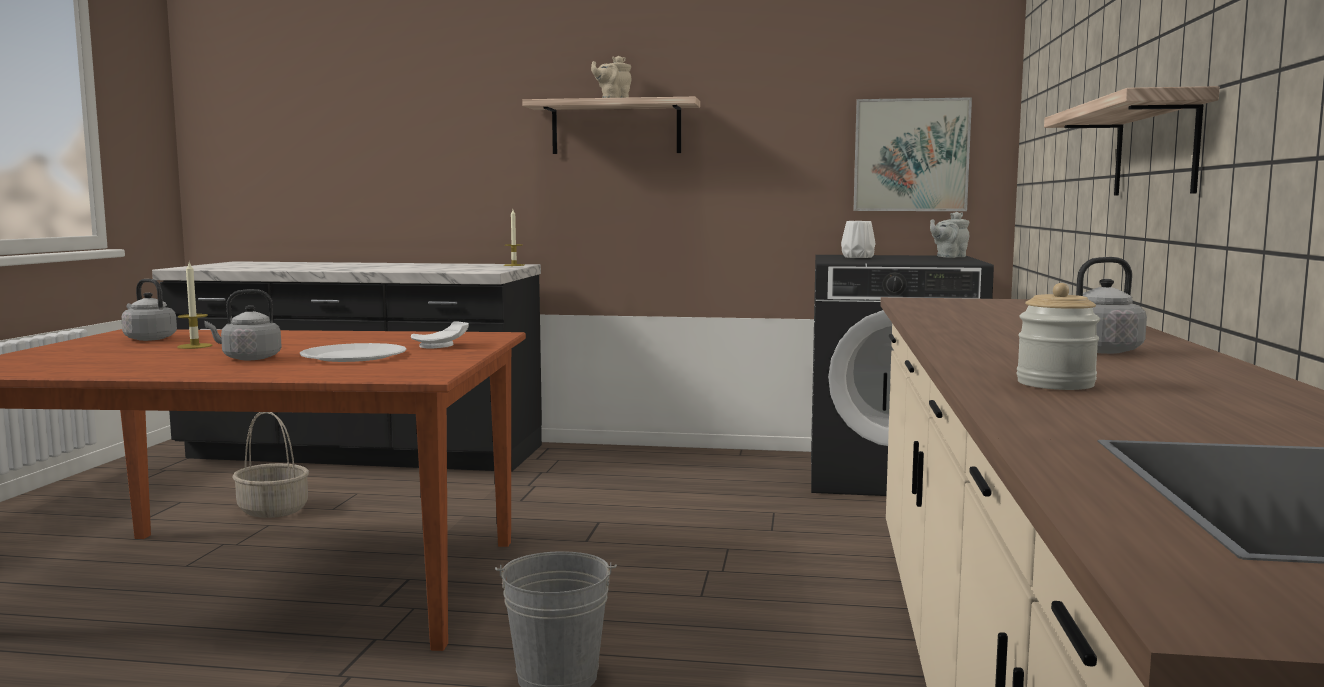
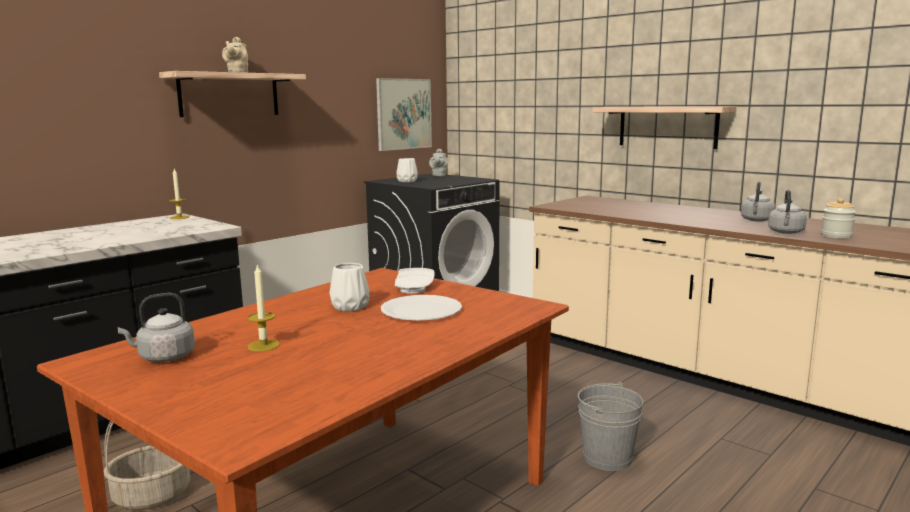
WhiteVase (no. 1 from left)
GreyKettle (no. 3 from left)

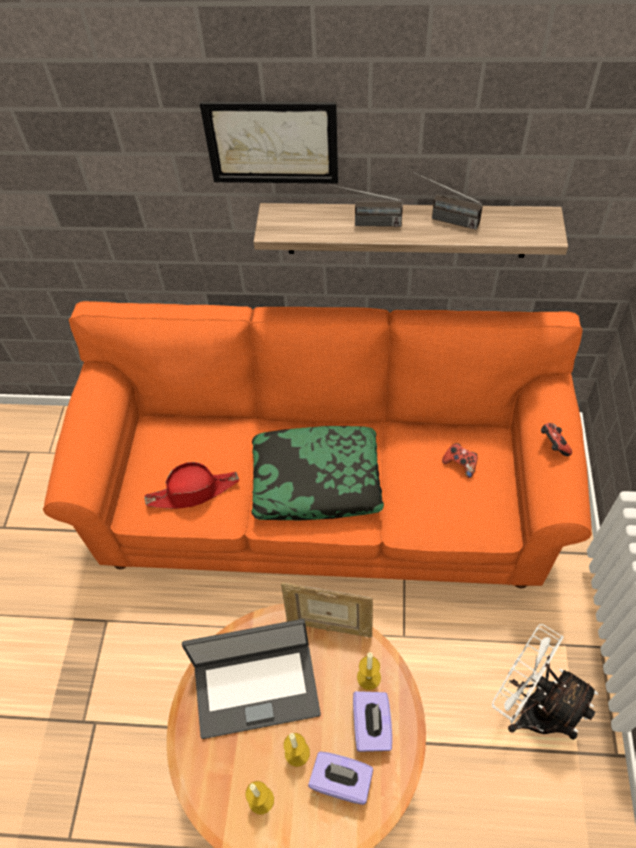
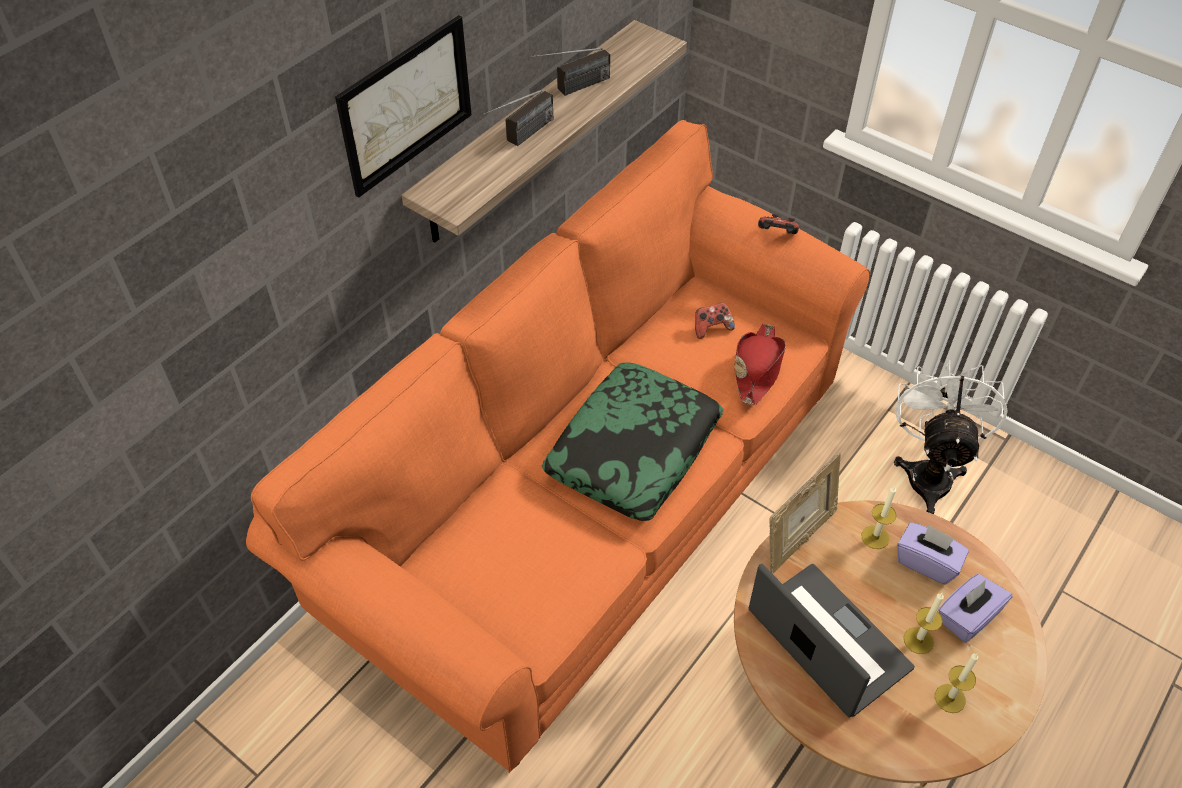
RedHat
Laptop
WhiteFan

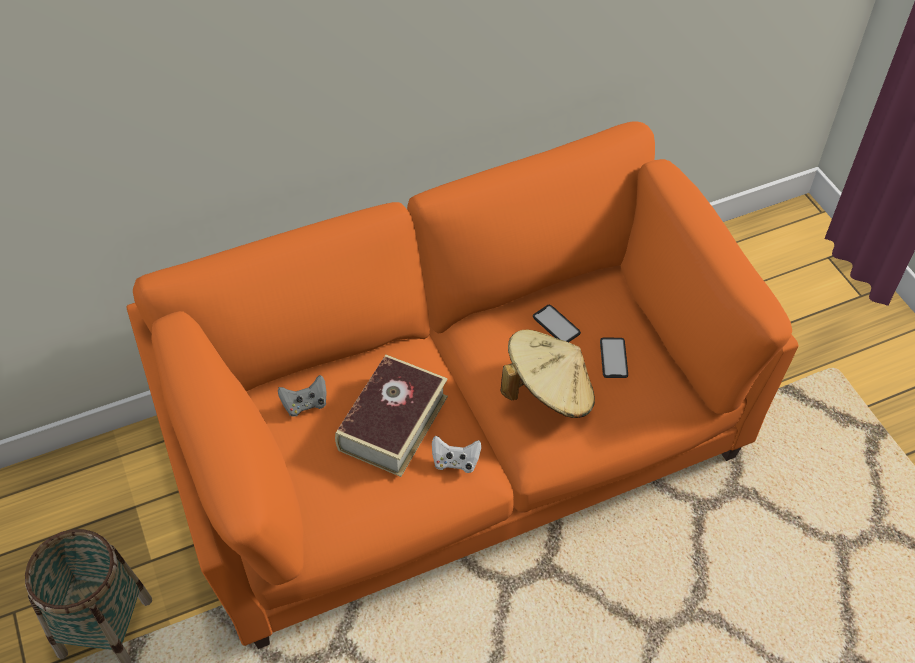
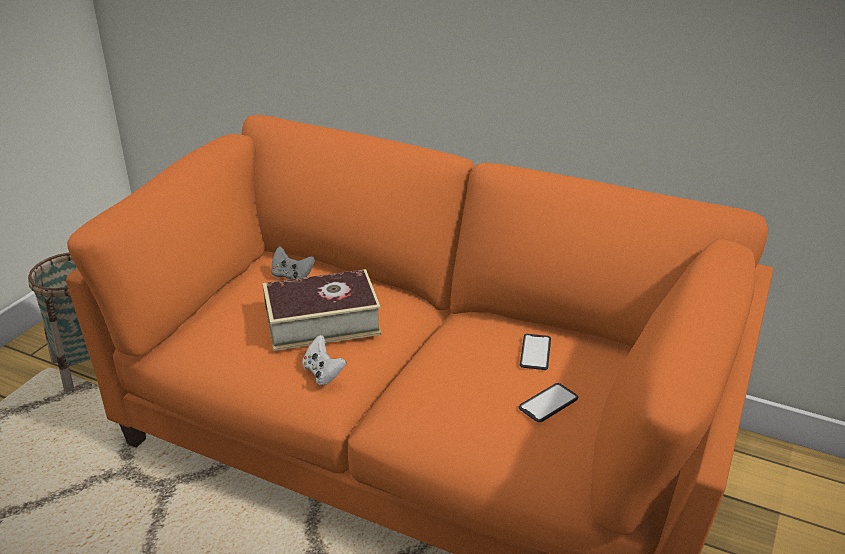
BeigeHat

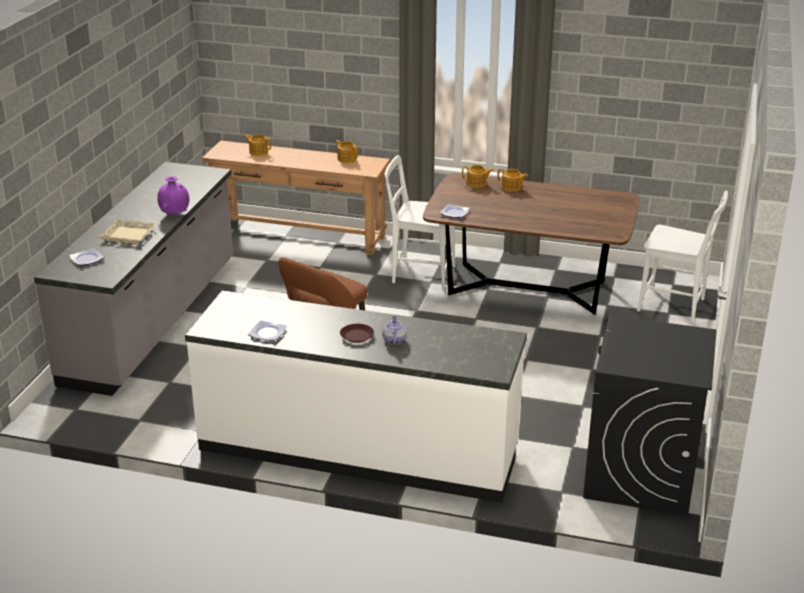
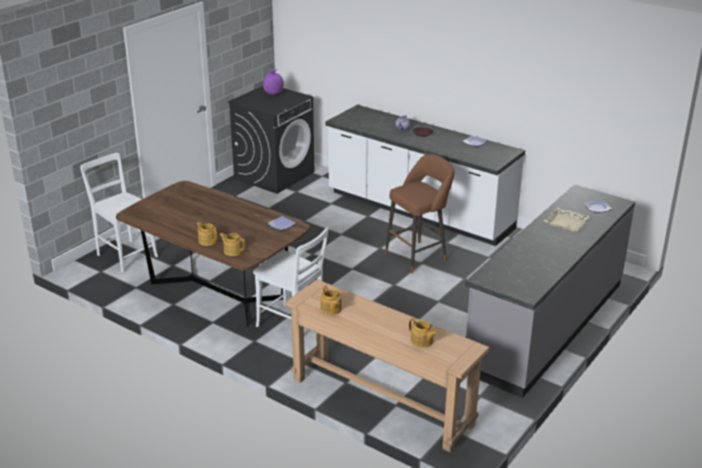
PurpleVase

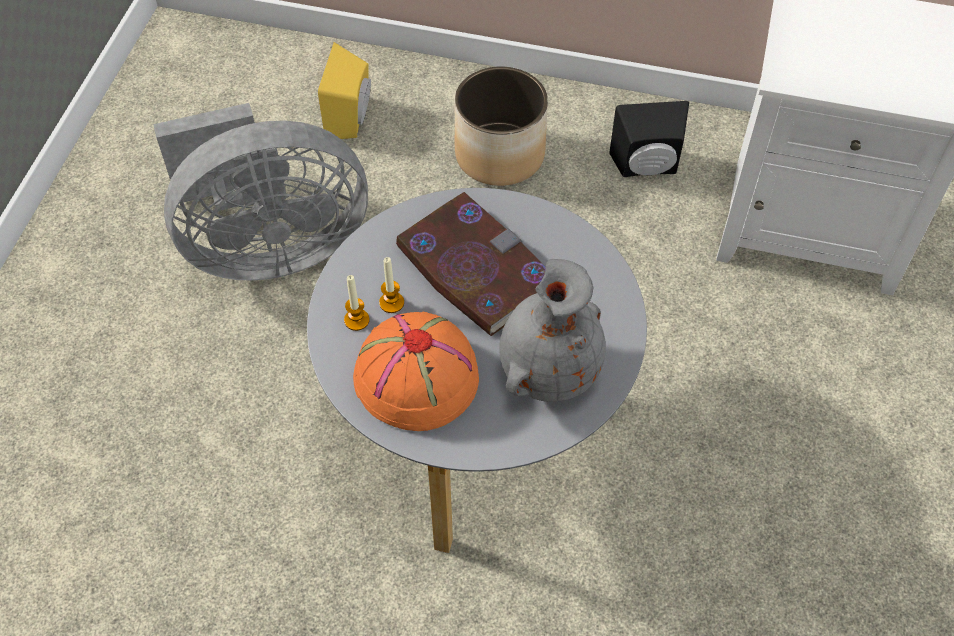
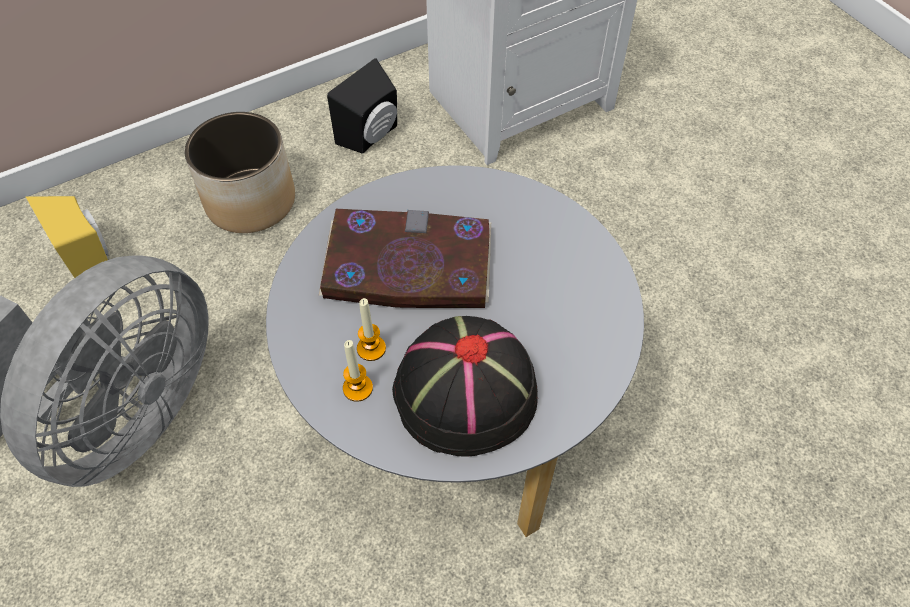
GreyVase
BlackHat

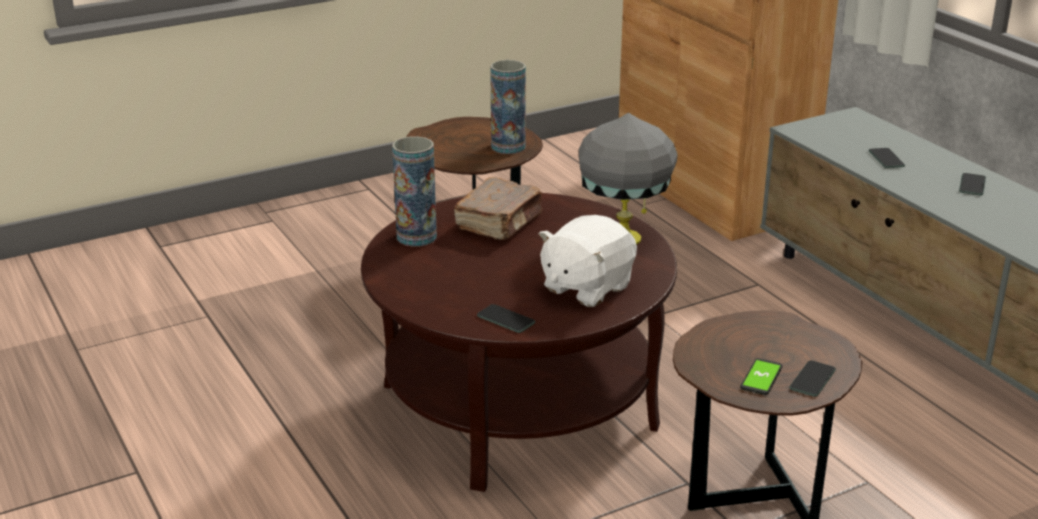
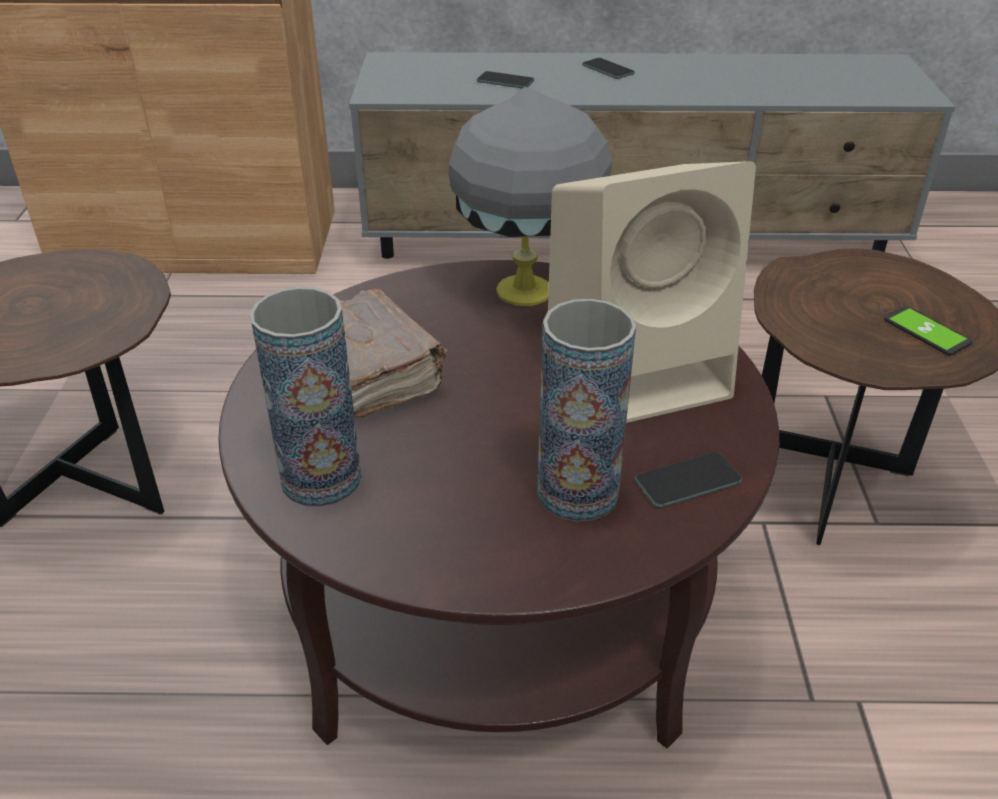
Phone (no. 3 from left in the first image)
Vase (no. 2 from left)
BeigeSpeaker

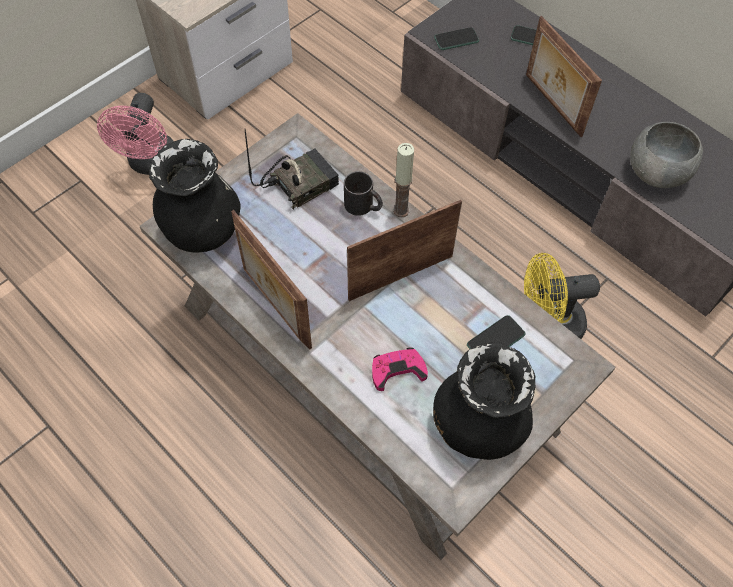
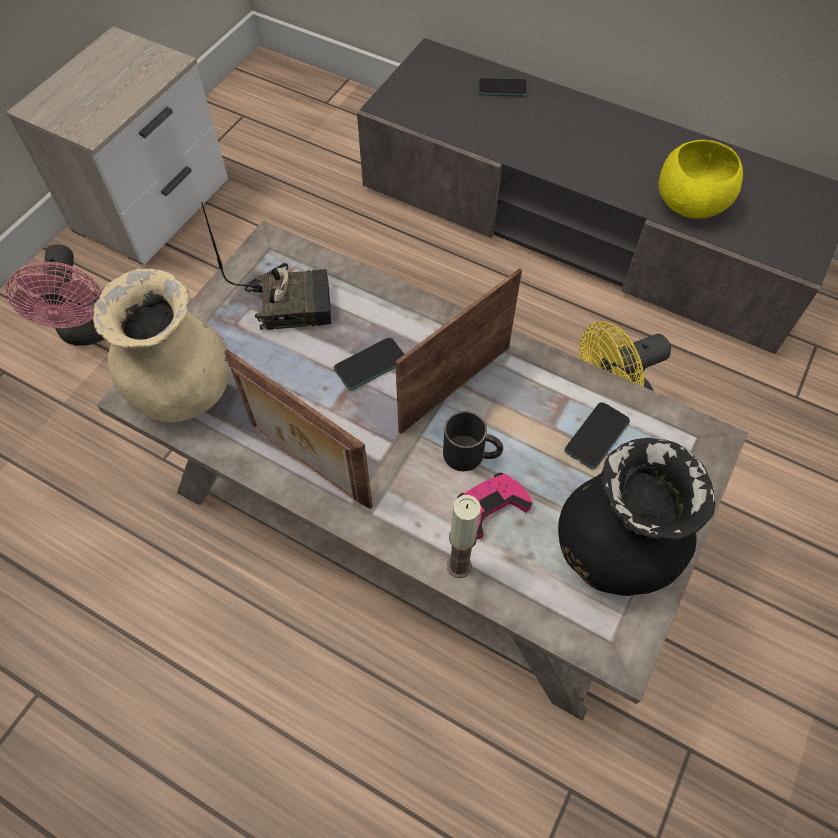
PictureFrame (no. 3 from left in the first image)
BlackMug
Candle
Phone (no. 1 from left)
BeigeVase
YellowBowl
Radio

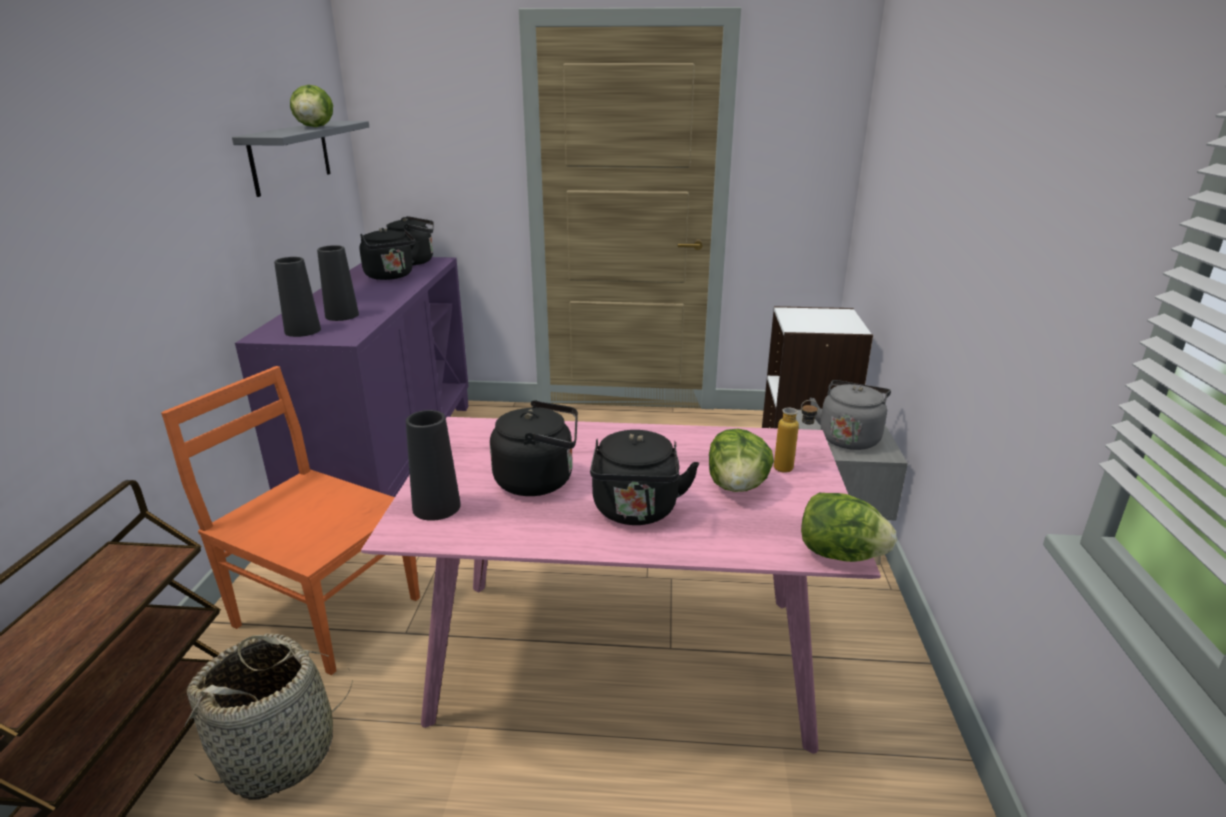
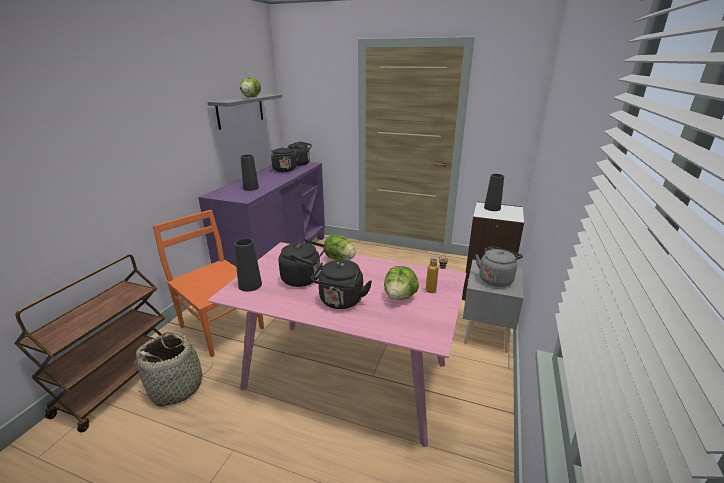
BlackVase (no. 3 from left)
Lettuce (no. 2 from left)

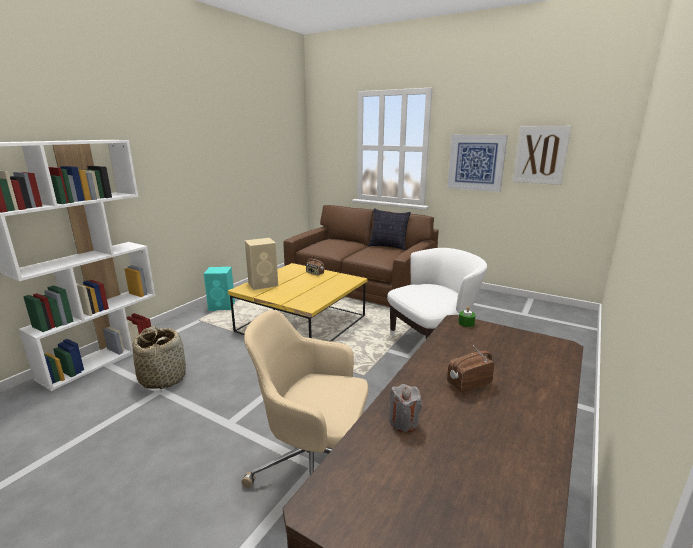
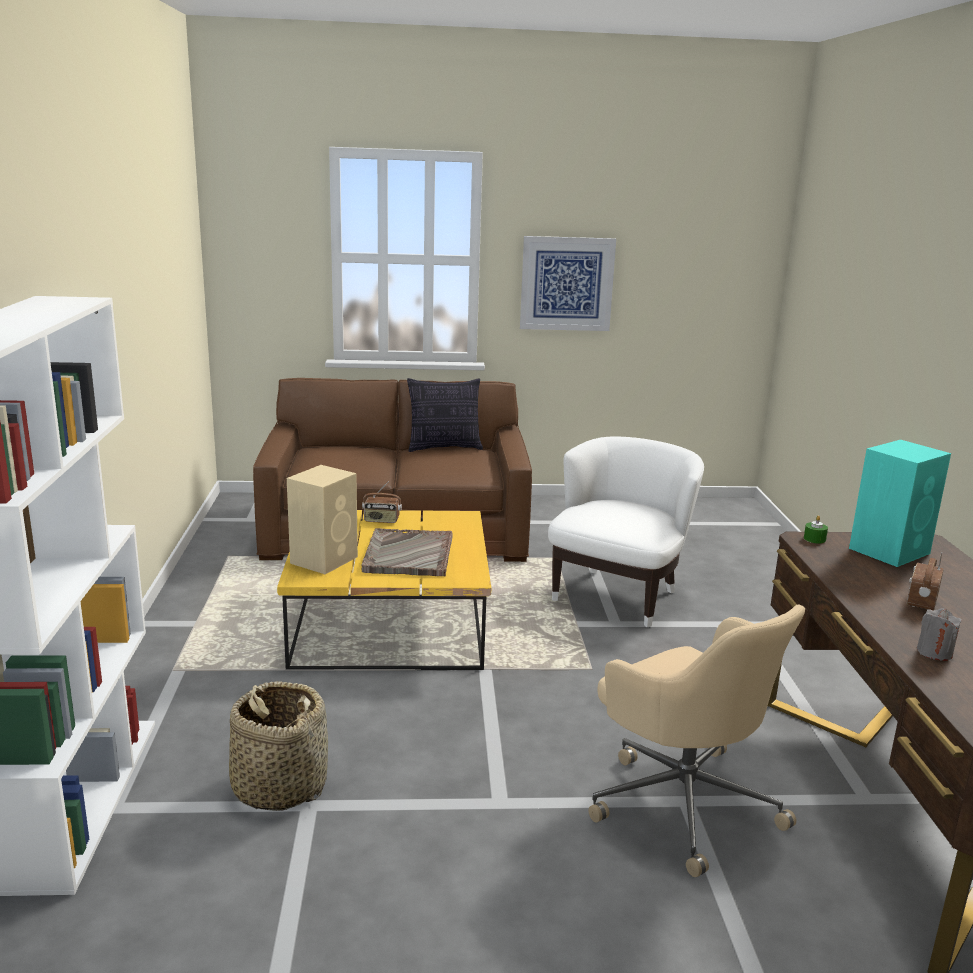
Picture (no. 2 from left in the first image)
GreyTray
TurquoiseSpeaker
BeigeOfficeChair

